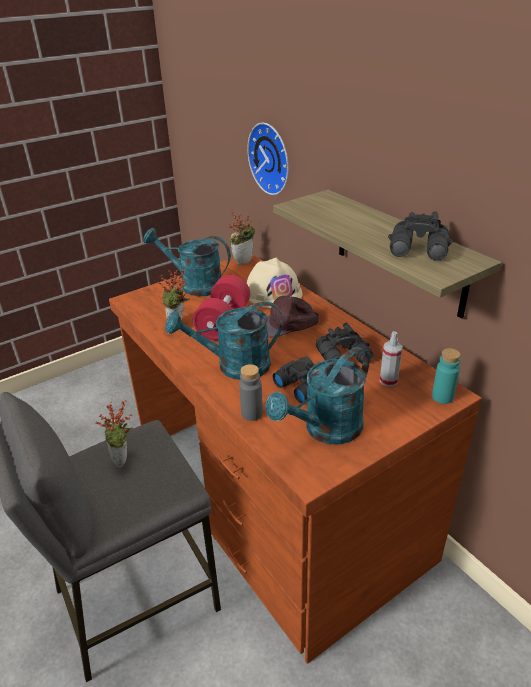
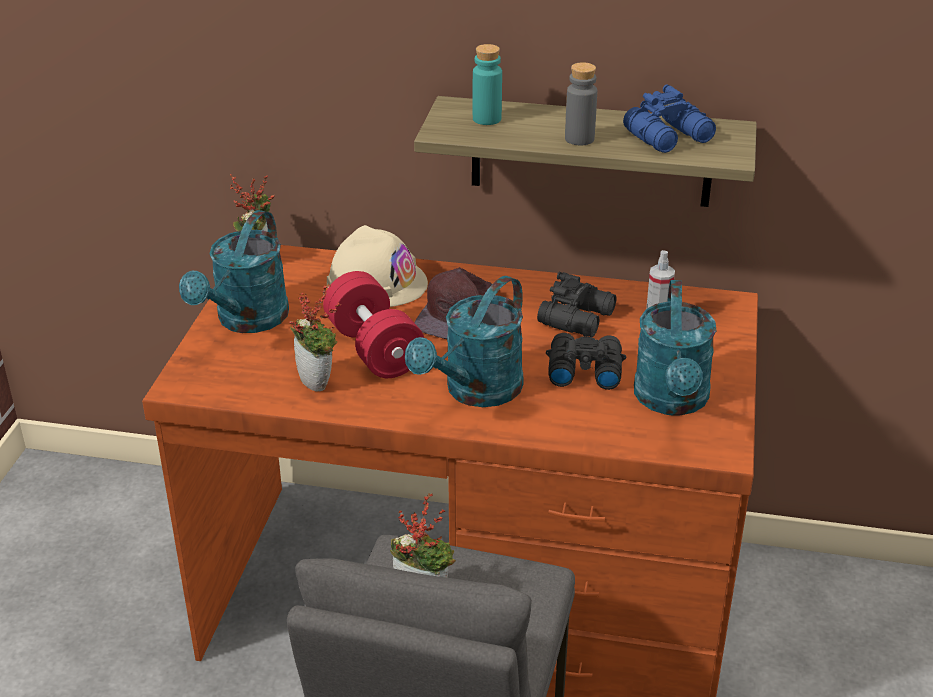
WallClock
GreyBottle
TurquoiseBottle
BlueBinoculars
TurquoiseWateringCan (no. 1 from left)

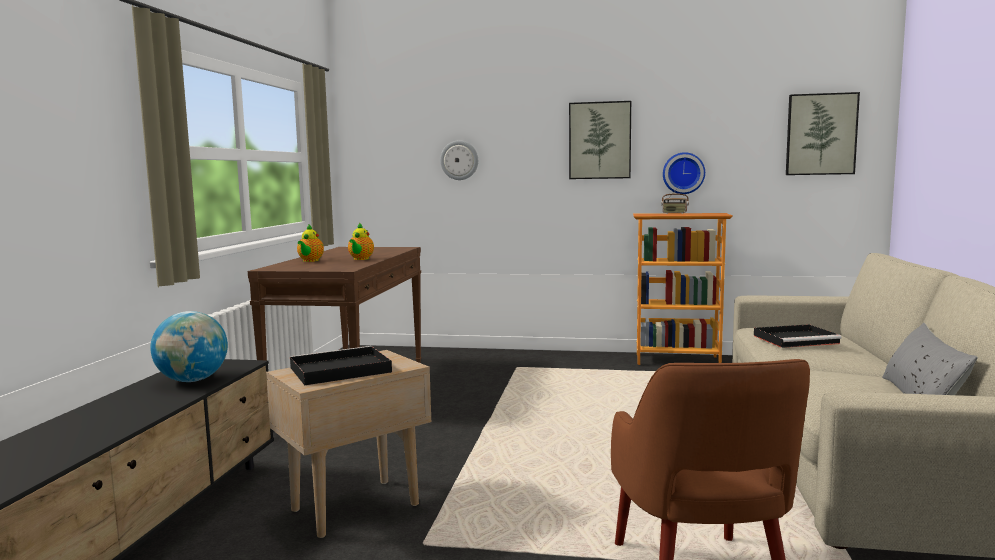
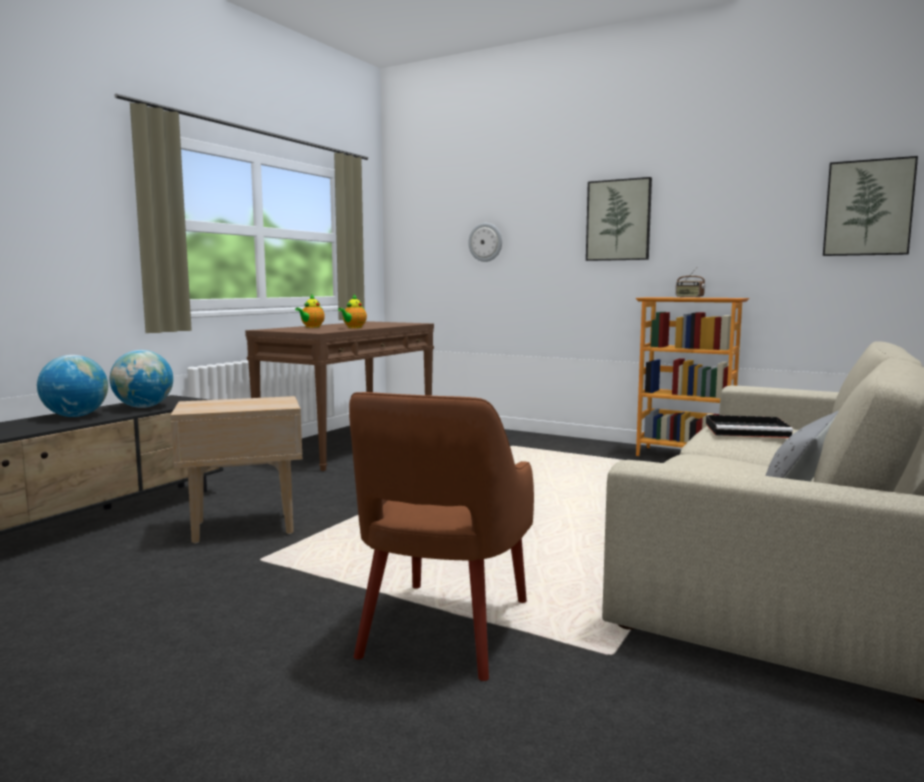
BlackTray (no. 1 from left in the first image)
WallClock (no. 2 from left in the first image)
Globe (no. 1 from left)

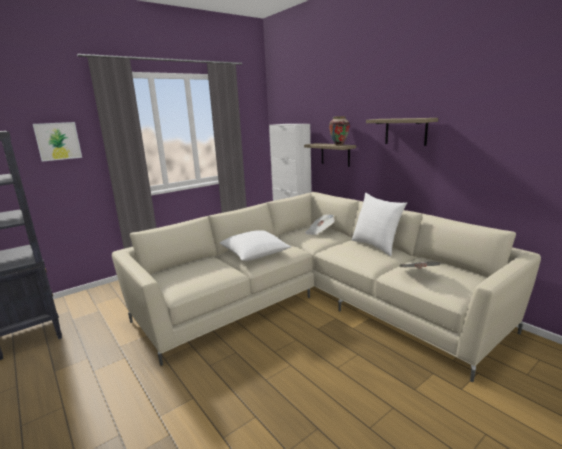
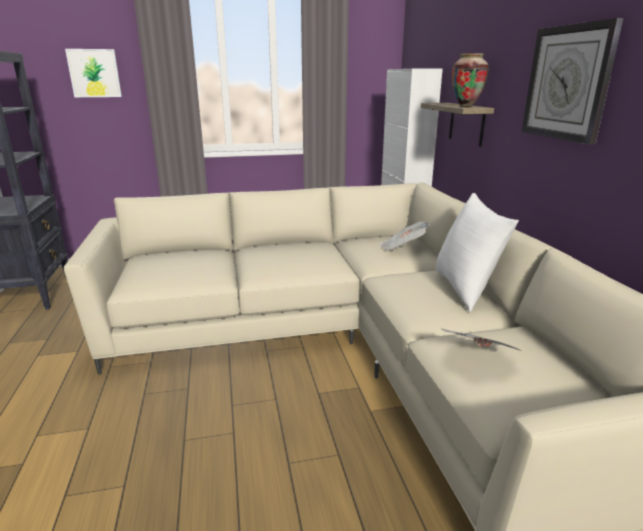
WhitePillow (no. 1 from left in the first image)
WallClock

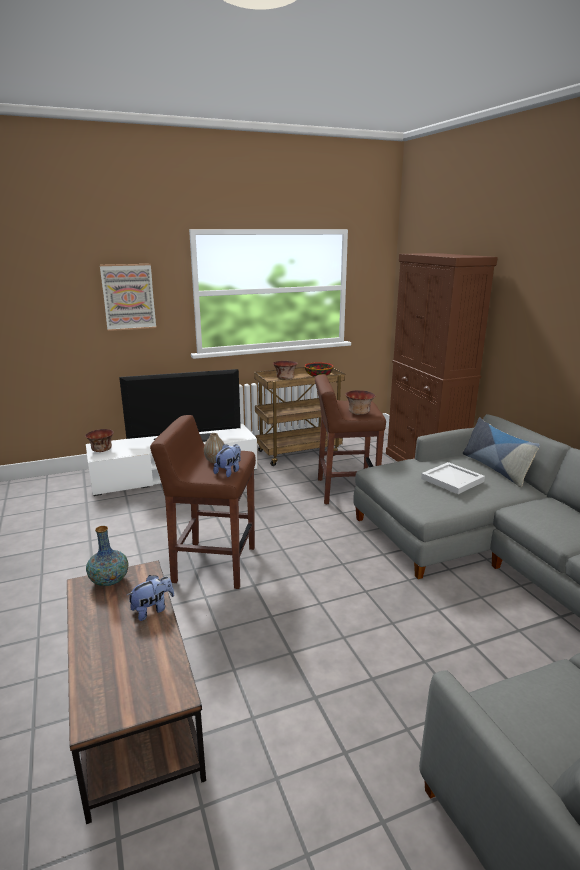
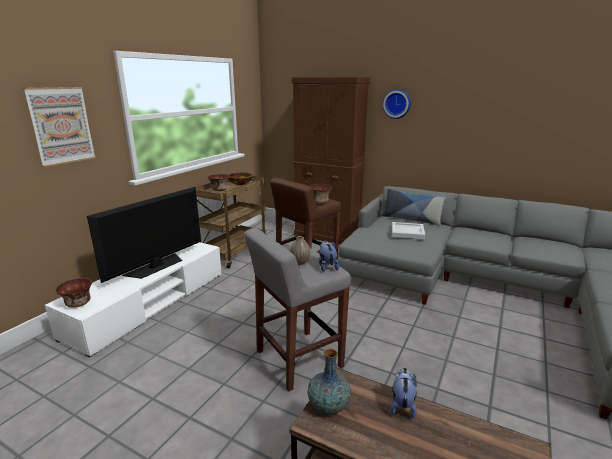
WallClock
GreyStool

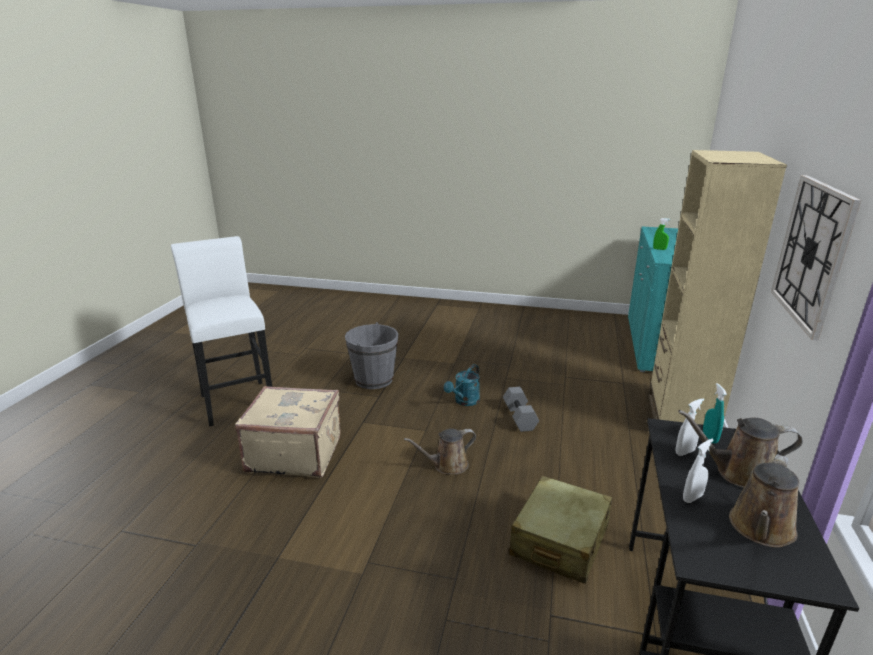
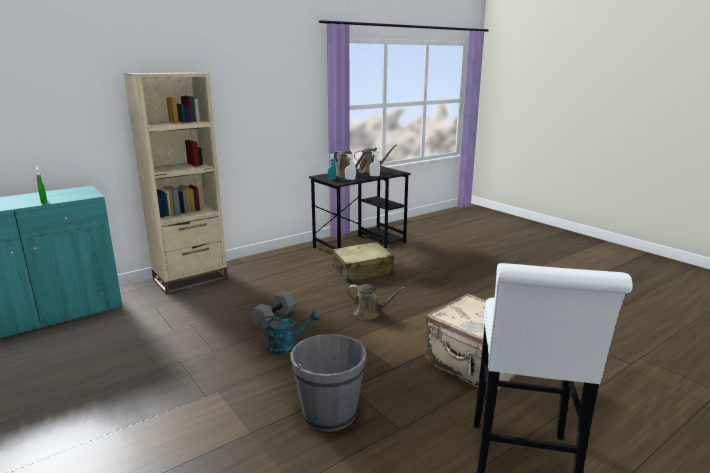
WallClock

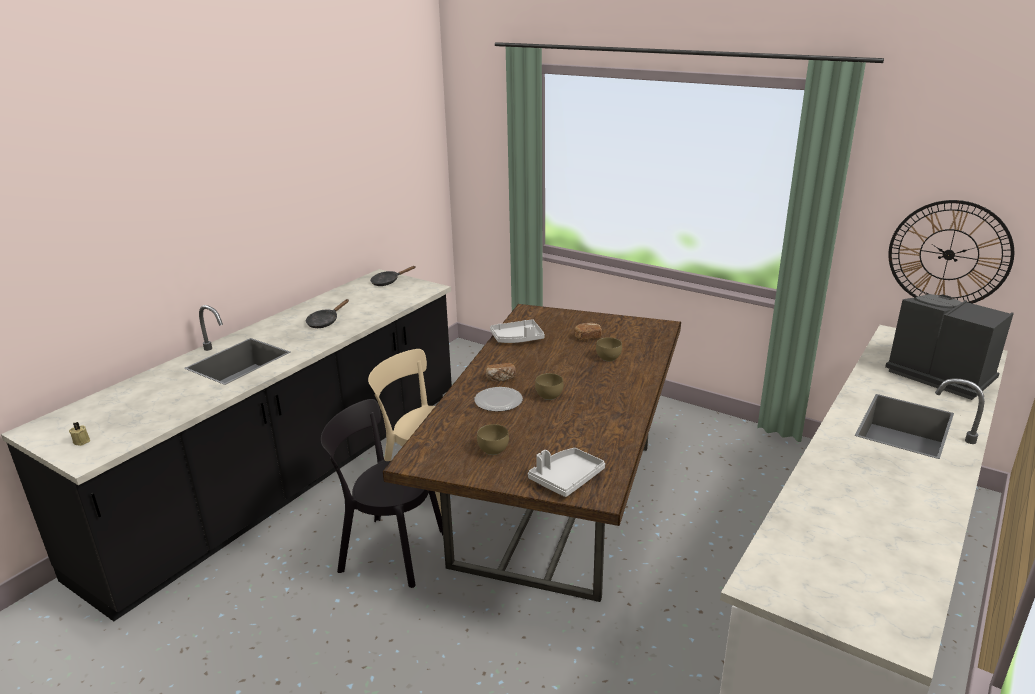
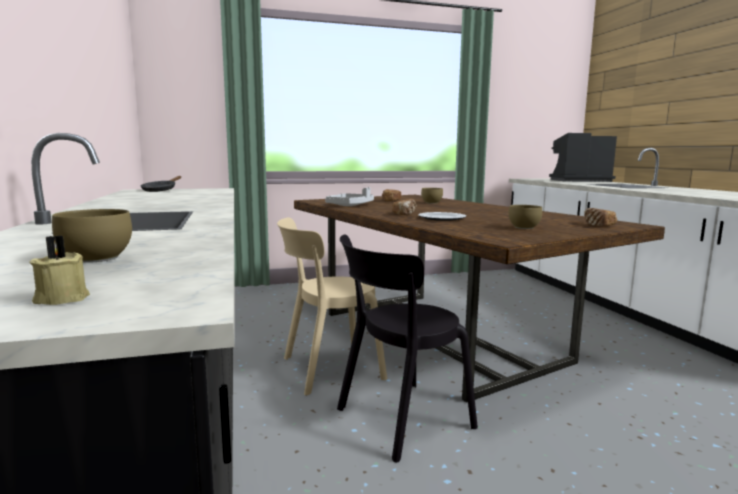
BlackFryingPan (no. 1 from left in the first image)
WallClock
BrownBowl (no. 1 from left)
Bread (no. 3 from left)

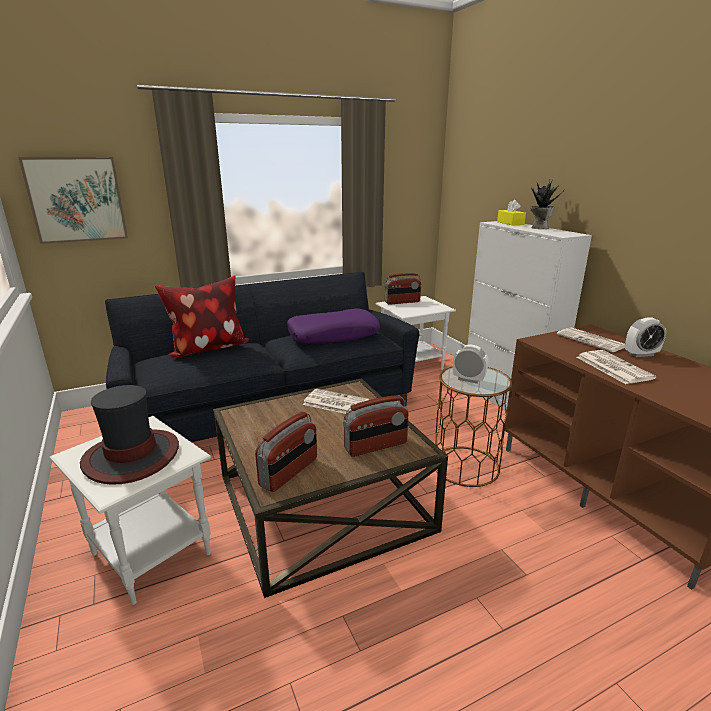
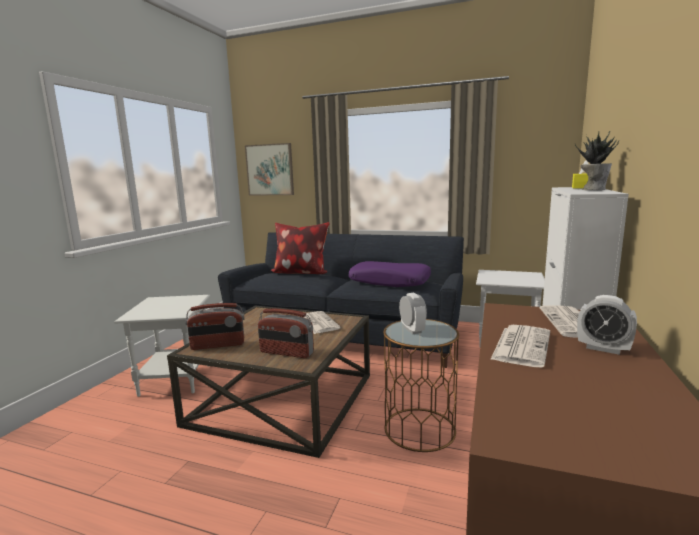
Hat
Radio (no. 3 from left in the first image)

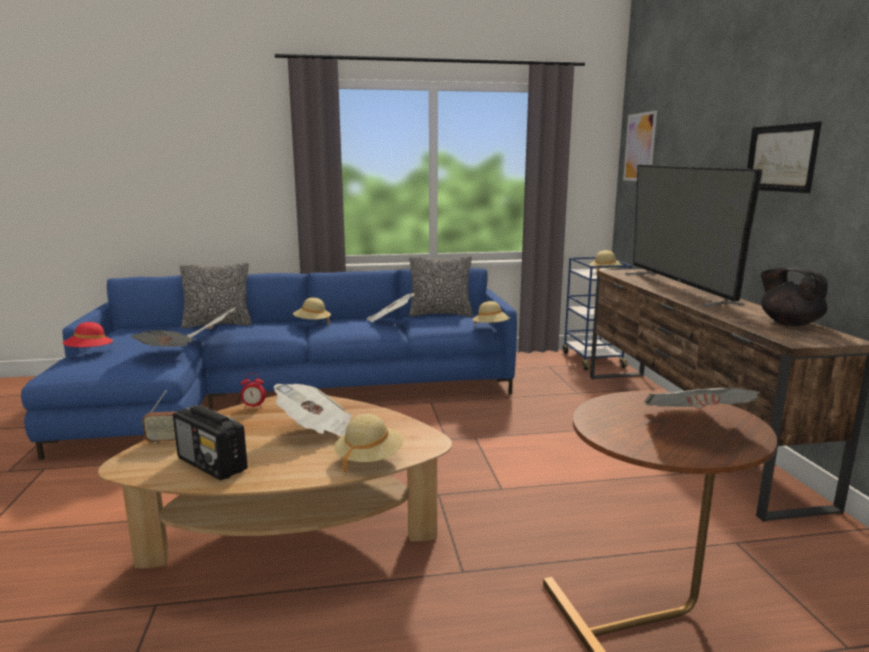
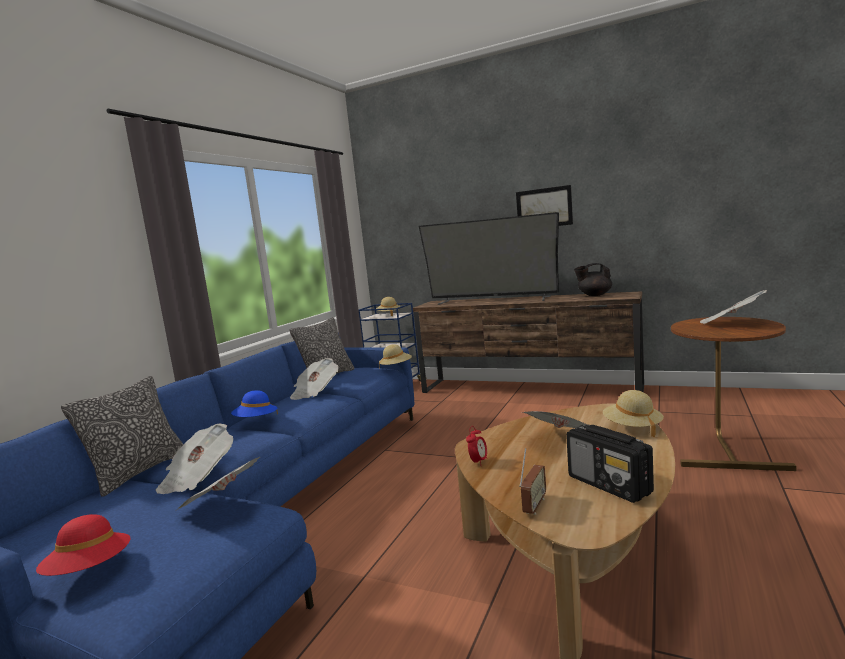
Picture (no. 1 from left in the first image)
BlueHat
Radio (no. 2 from left)

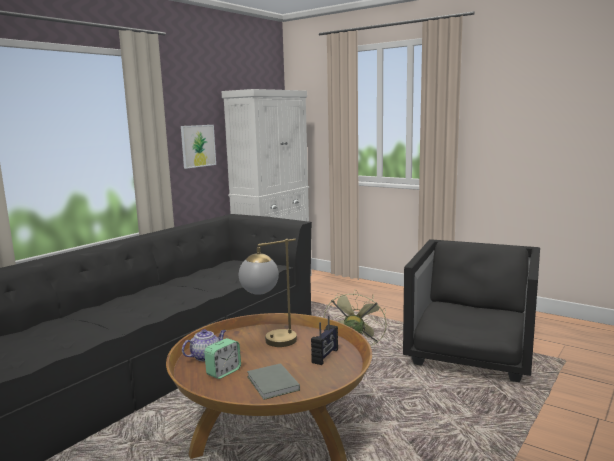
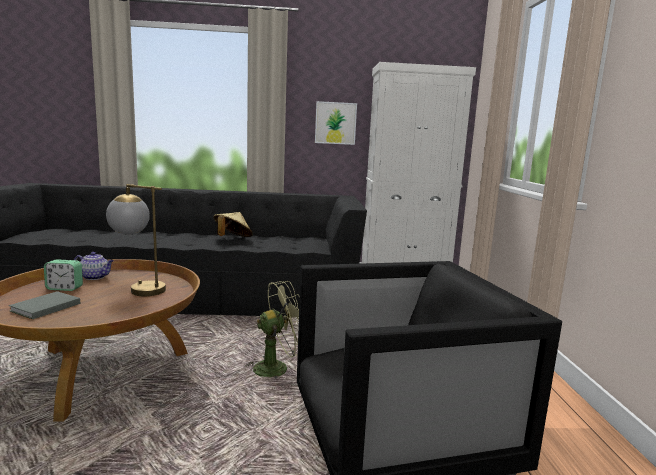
Radio
BeigeHat

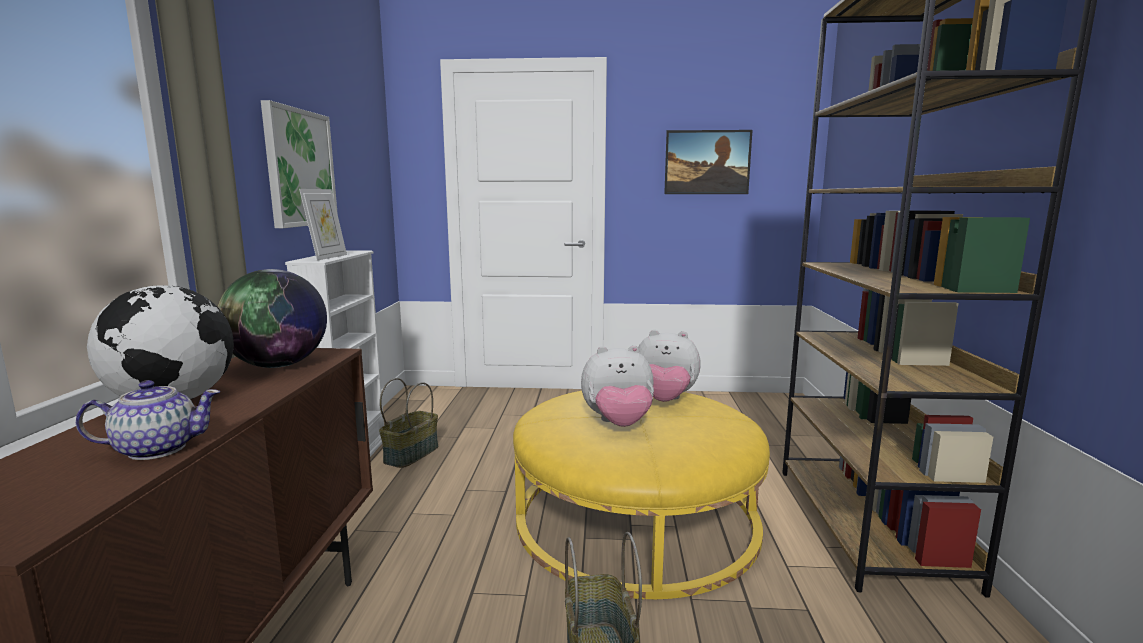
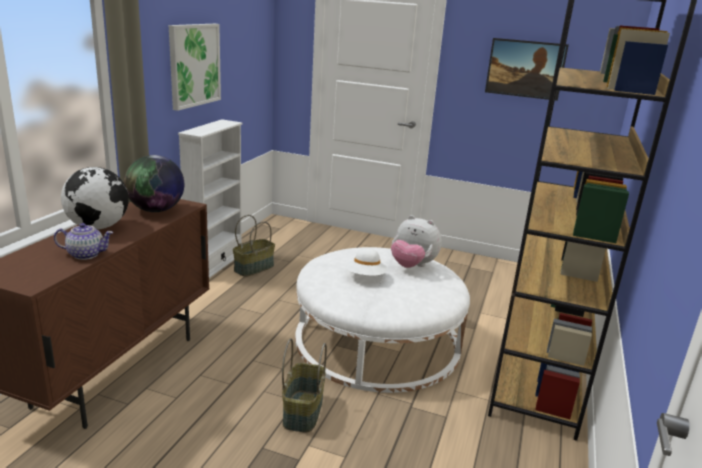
PictureFrame
WhiteHat
WhiteOttoman

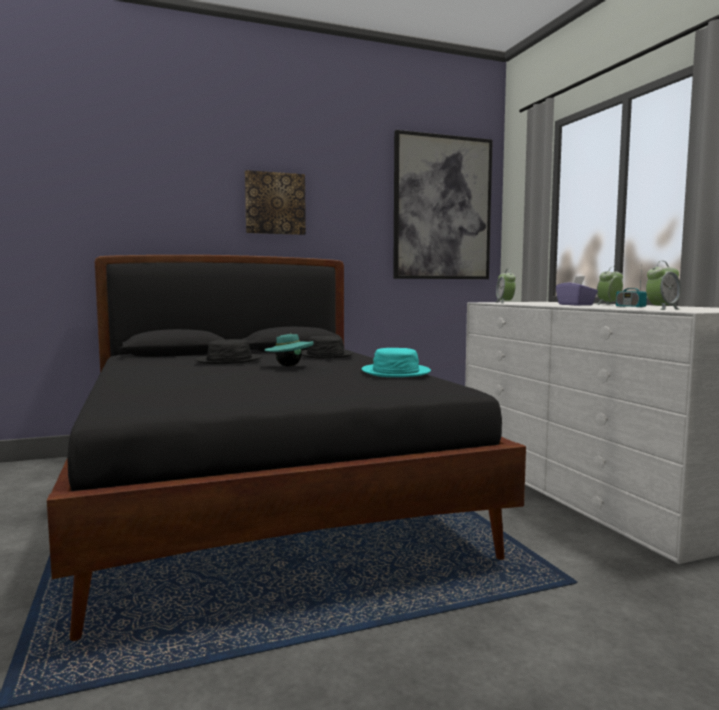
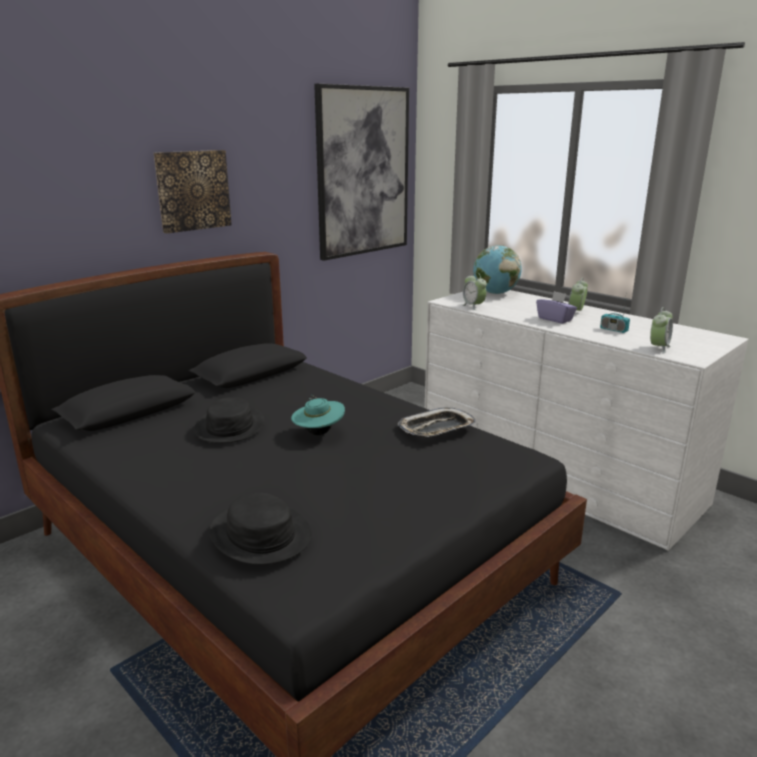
Globe
BlackHat (no. 2 from left)
Tray

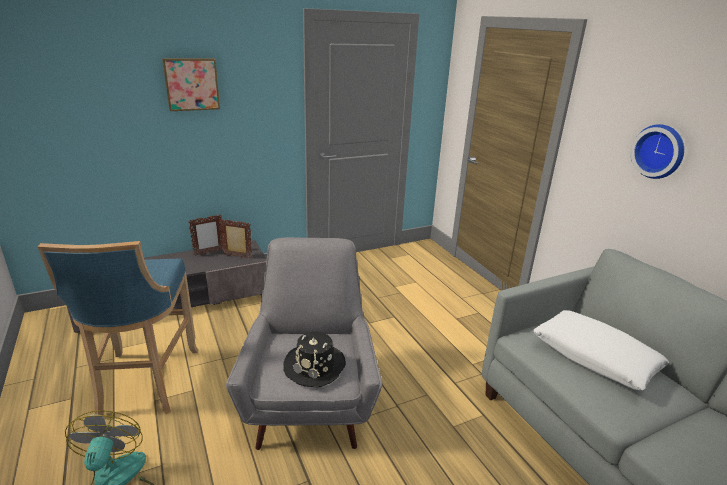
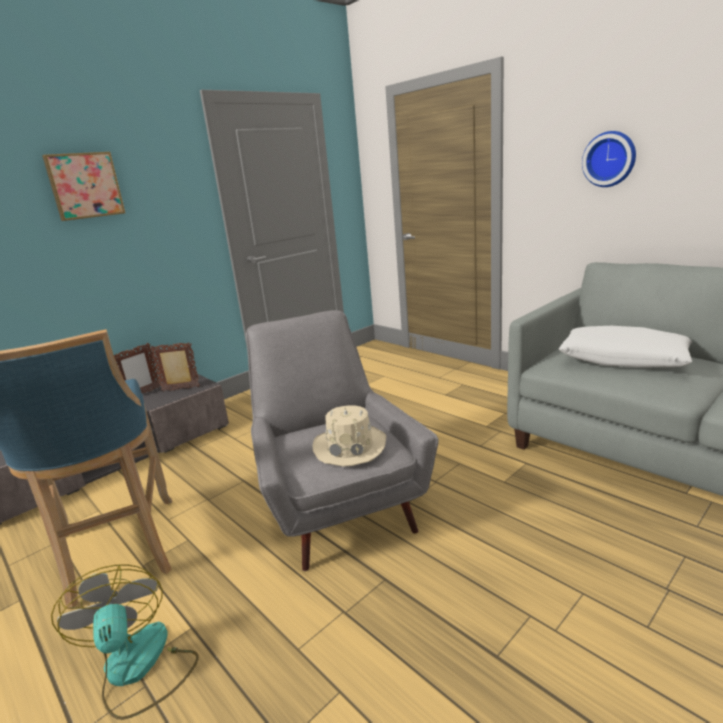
BeigeHat

